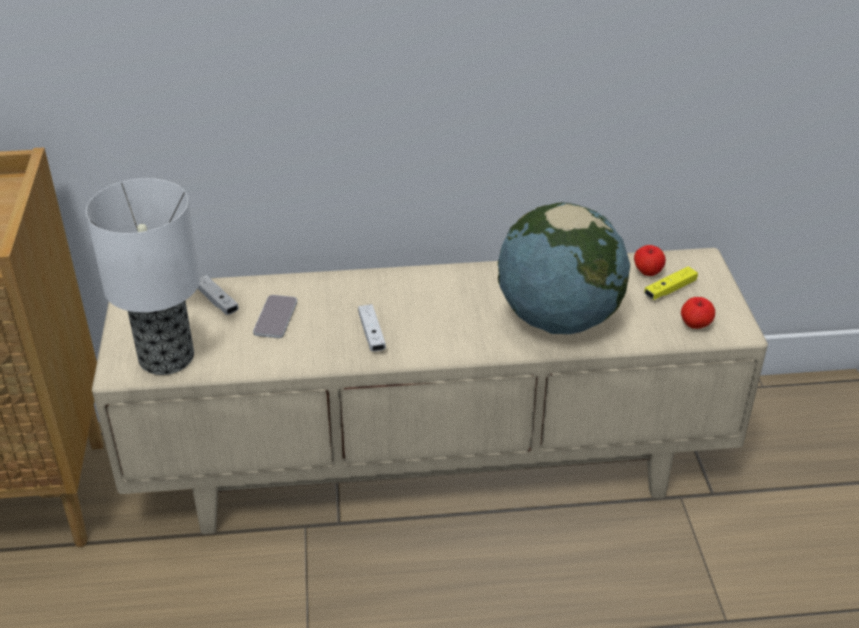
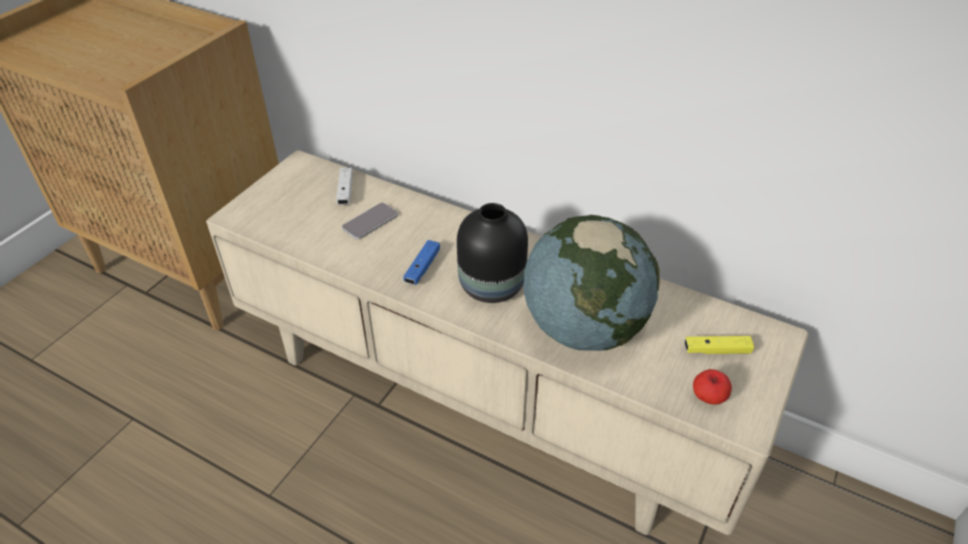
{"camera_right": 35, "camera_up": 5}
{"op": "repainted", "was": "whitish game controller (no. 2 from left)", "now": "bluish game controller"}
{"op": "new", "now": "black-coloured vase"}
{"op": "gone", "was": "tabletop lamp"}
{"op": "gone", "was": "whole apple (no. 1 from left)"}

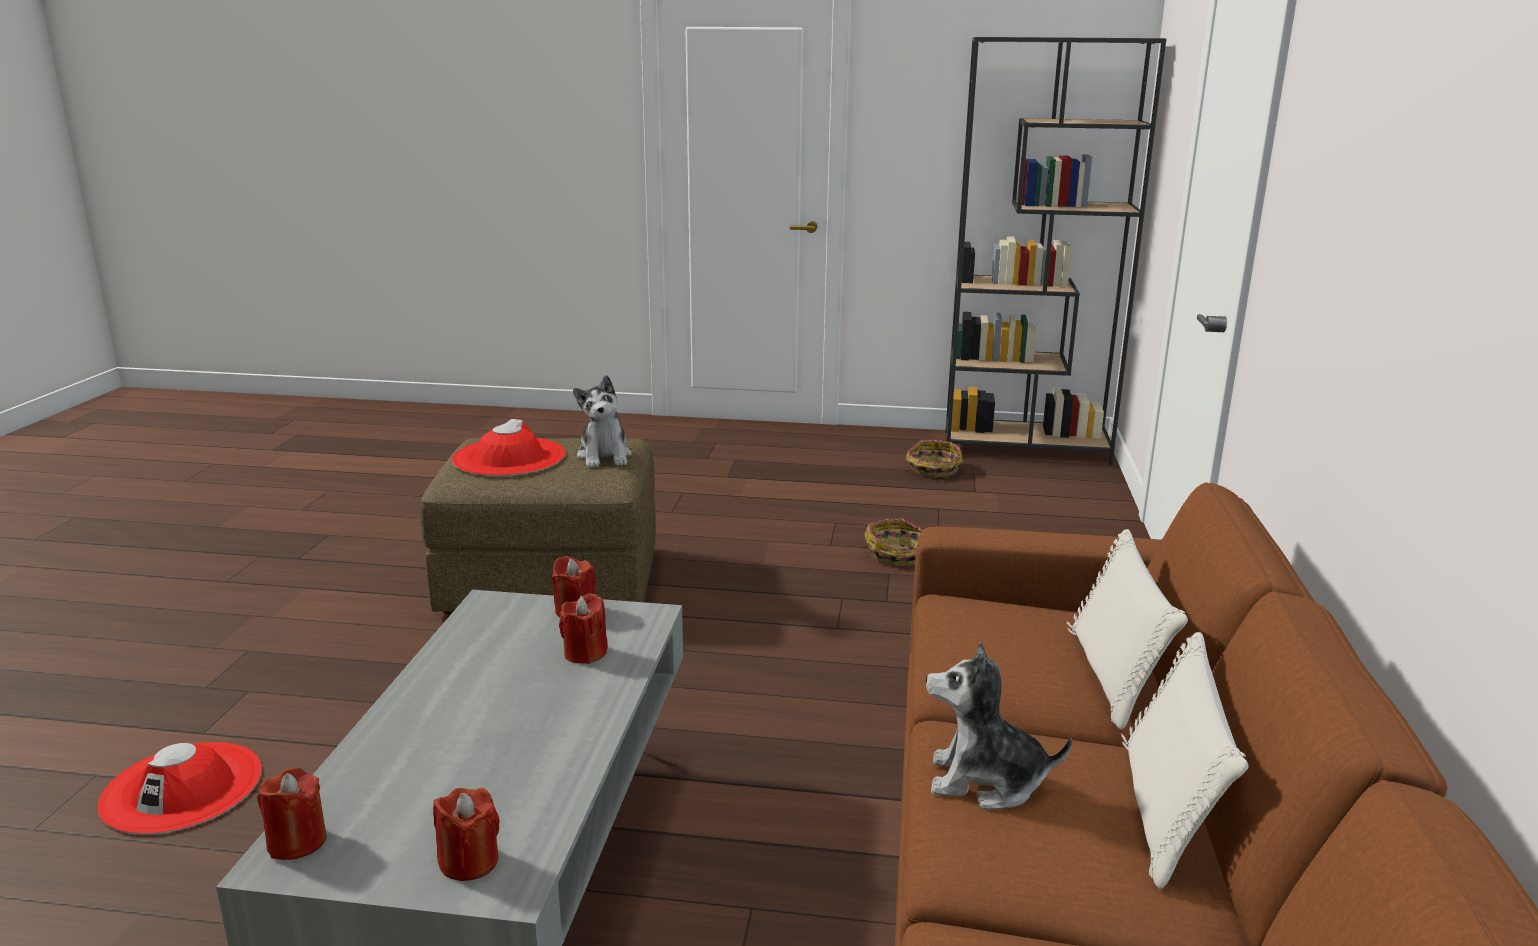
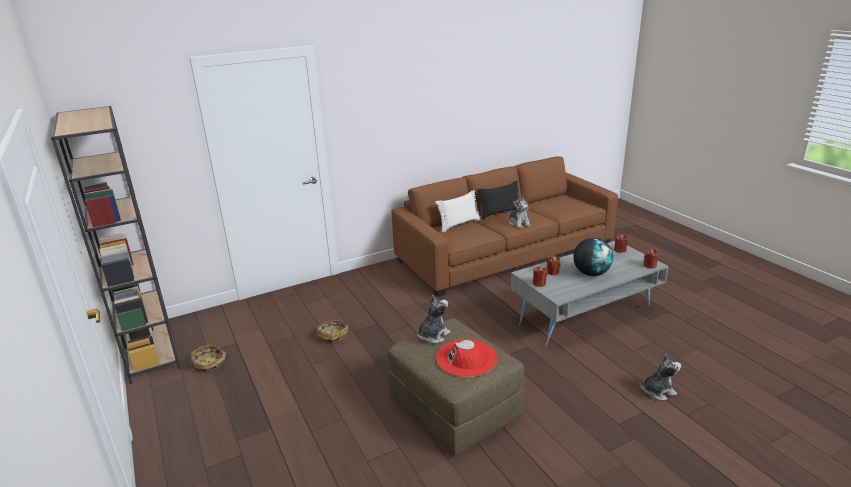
{"camera_right": -125, "camera_up": 5}
{"op": "repainted", "was": "whitish cushion (no. 2 from left)", "now": "black-coloured cushion"}
{"op": "new", "now": "world globe"}
{"op": "swapped", "was": "red clothing hat (no. 1 from left)", "now": "plush toy (no. 3 from left)"}

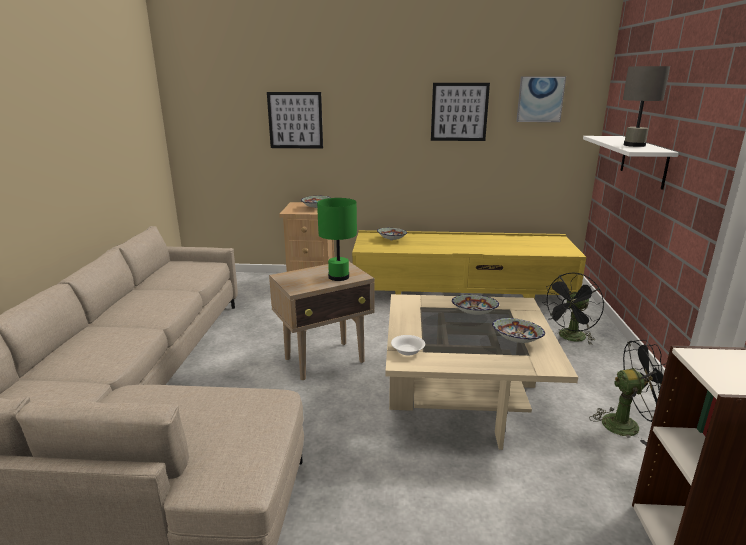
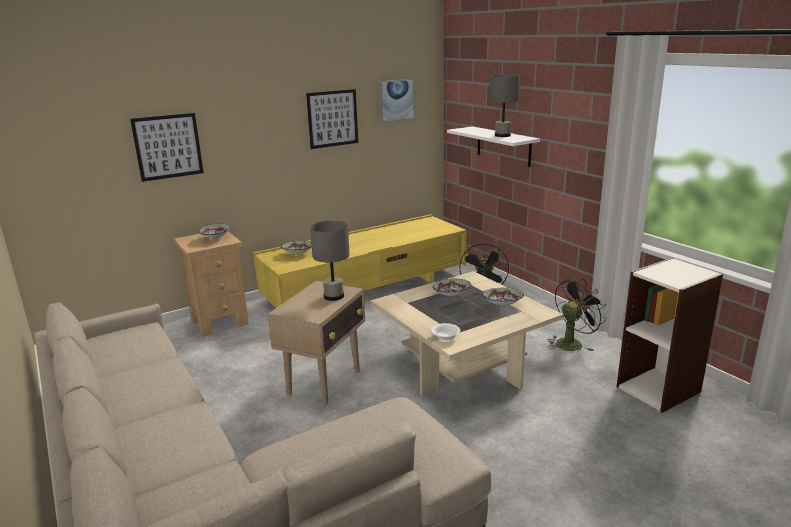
{"camera_right": -35, "camera_up": 0}
{"op": "repainted", "was": "green-coloured tabletop lamp", "now": "grey tabletop lamp (no. 1 from left)"}

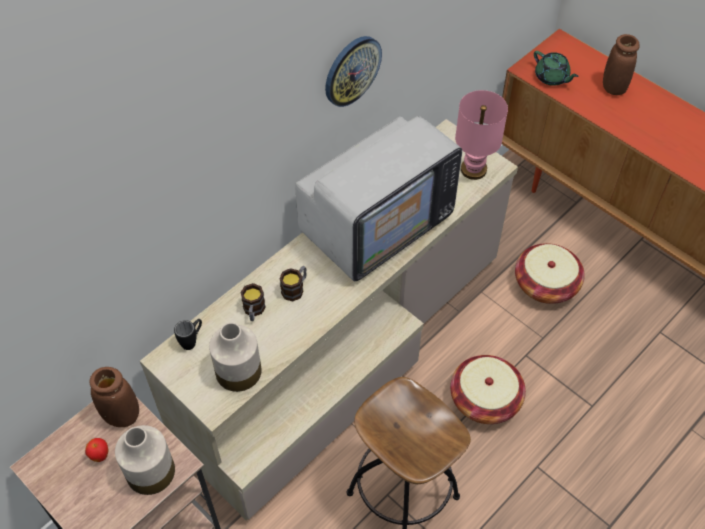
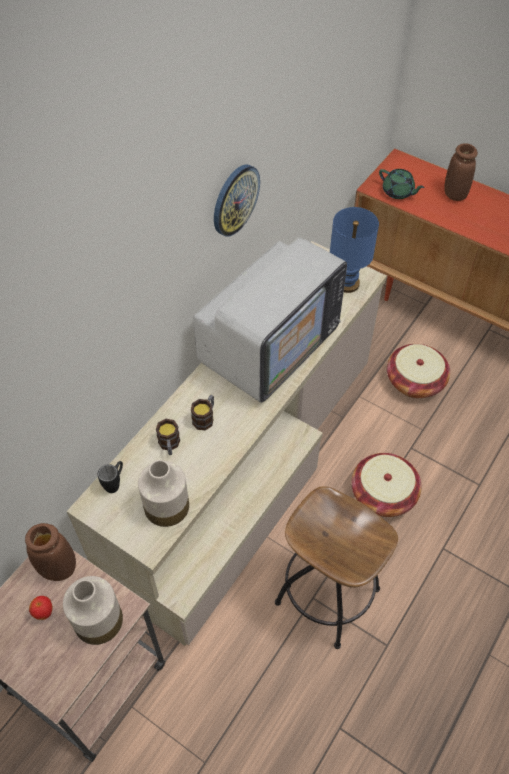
{"camera_right": -10, "camera_up": 0}
{"op": "repainted", "was": "pink-coloured tabletop lamp", "now": "bluish tabletop lamp"}

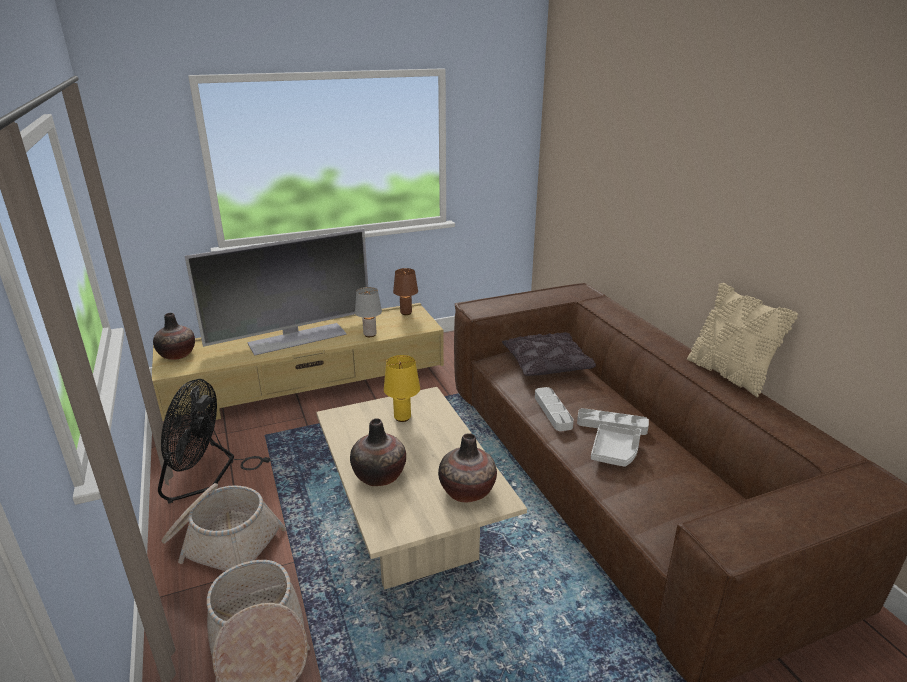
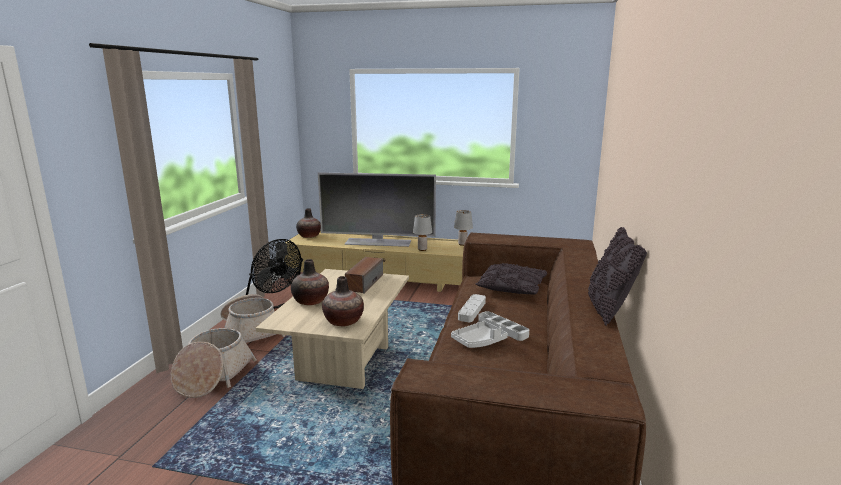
{"camera_right": 35, "camera_up": -10}
{"op": "swapped", "was": "yellow tabletop lamp", "now": "speaker"}
{"op": "repainted", "was": "brownish tabletop lamp", "now": "grey tabletop lamp (no. 2 from left)"}
{"op": "repainted", "was": "beige-coloured cushion", "now": "black-coloured cushion (no. 2 from left)"}

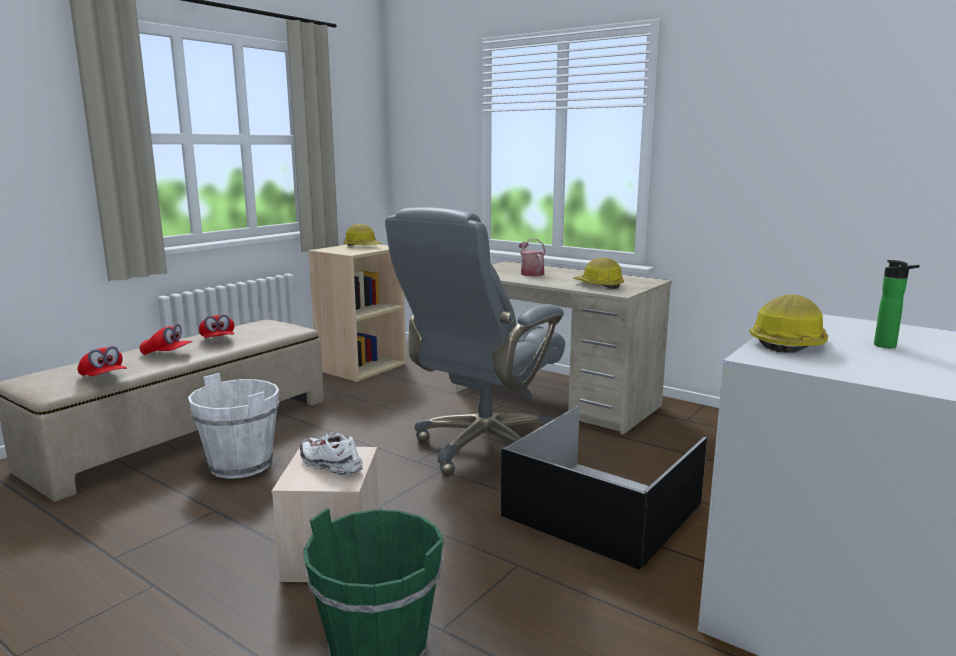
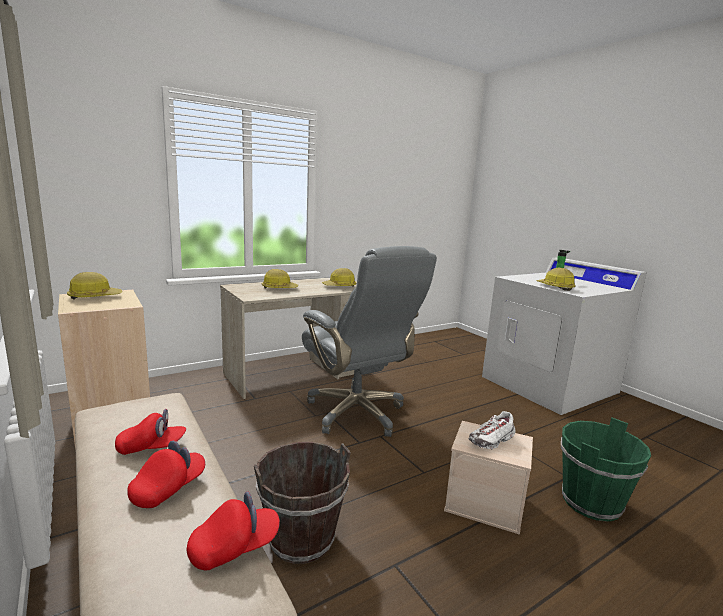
{"camera_right": -70, "camera_up": 0}
{"op": "repainted", "was": "whitish pail", "now": "brownish pail"}
{"op": "swapped", "was": "watering can", "now": "work helmet (no. 2 from left)"}
{"op": "gone", "was": "black-coloured storage container"}

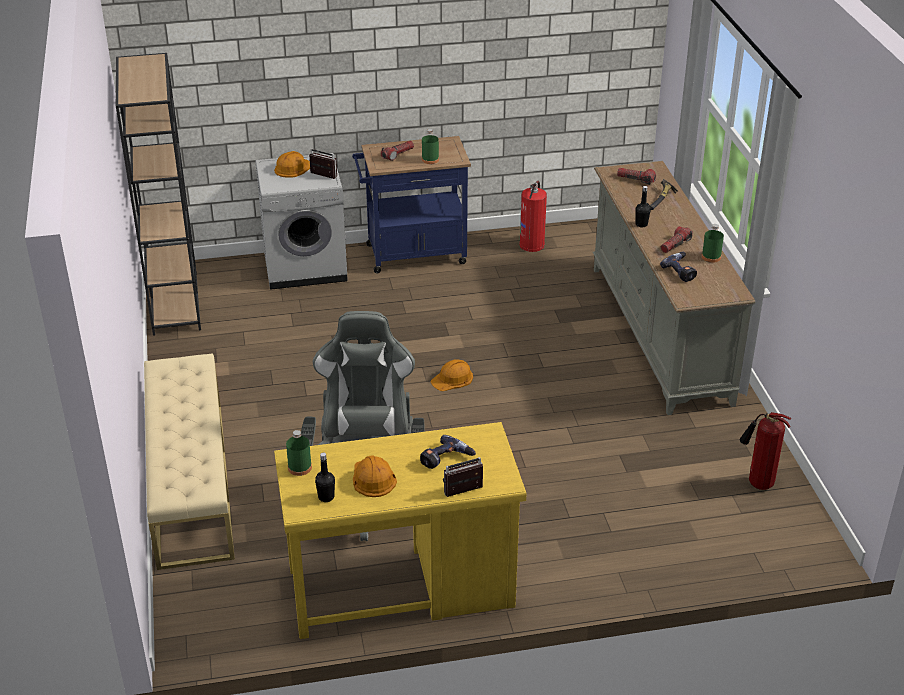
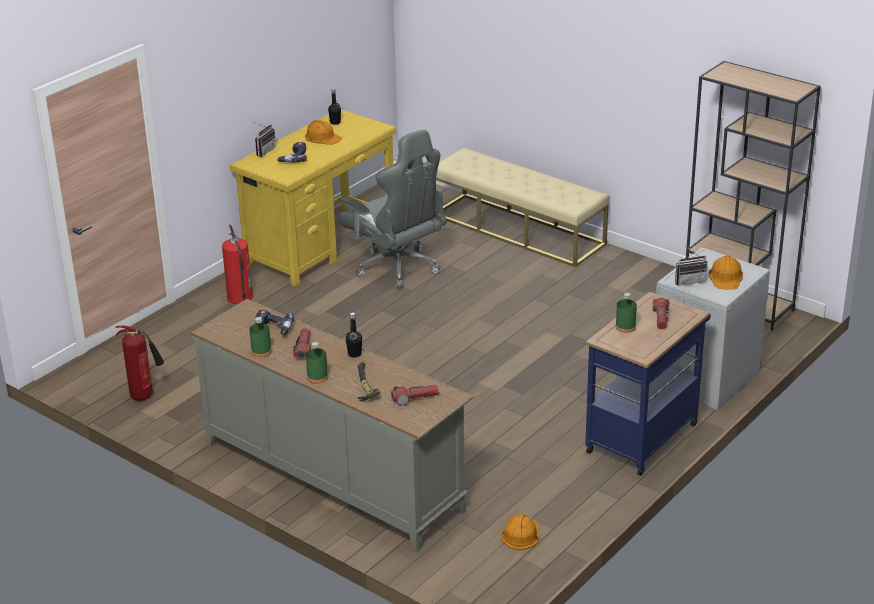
{"camera_right": 140, "camera_up": -5}
{"op": "shifted", "was": "fire extinguisher (no. 1 from left in the first image)", "now": "fire extinguisher (no. 2 from left)"}
{"op": "shifted", "was": "green-coloured beverage bottle (no. 1 from left in the first image)", "now": "green-coloured beverage bottle (no. 2 from left)"}
{"op": "shifted", "was": "orange work helmet (no. 3 from left in the first image)", "now": "orange work helmet (no. 2 from left)"}

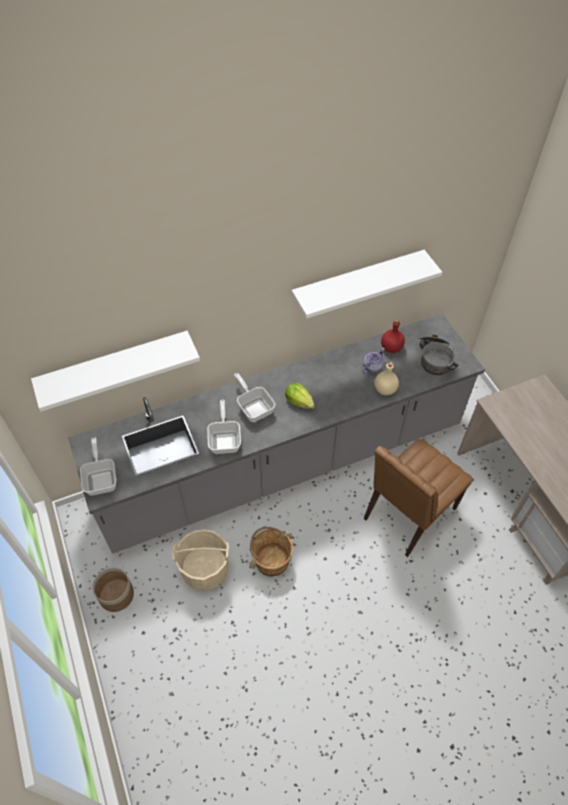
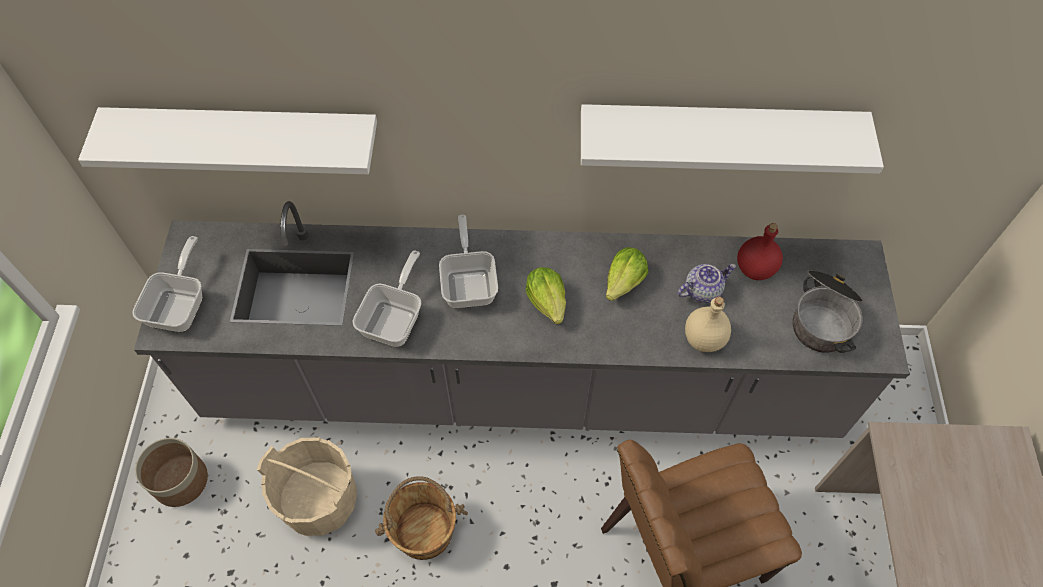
{"camera_right": 25, "camera_up": 5}
{"op": "new", "now": "head of lettuce (no. 2 from left)"}

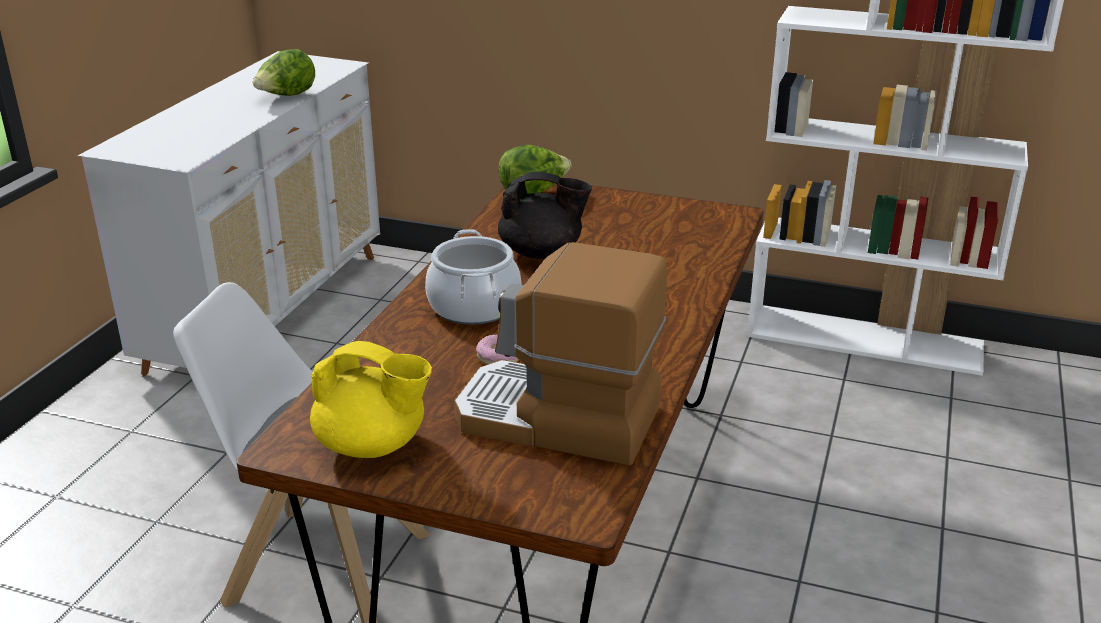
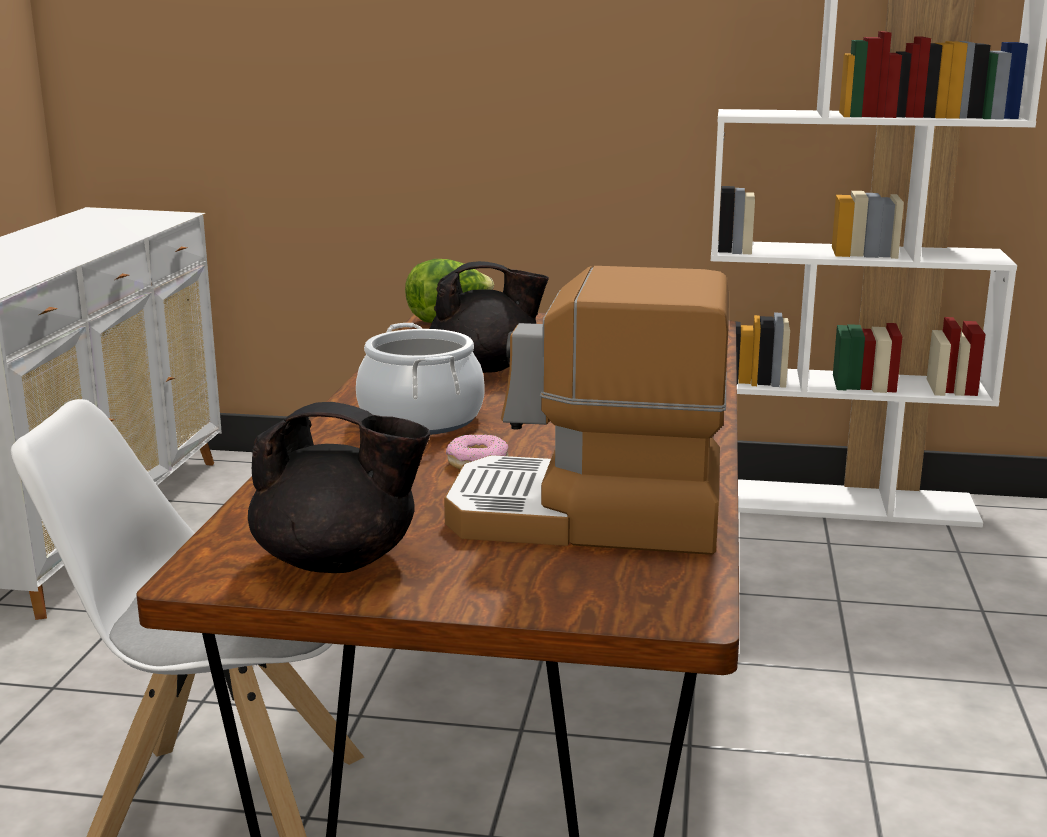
{"camera_right": -10, "camera_up": -10}
{"op": "repainted", "was": "yellow teapot", "now": "black-coloured teapot (no. 1 from left)"}
{"op": "gone", "was": "head of lettuce (no. 1 from left)"}

